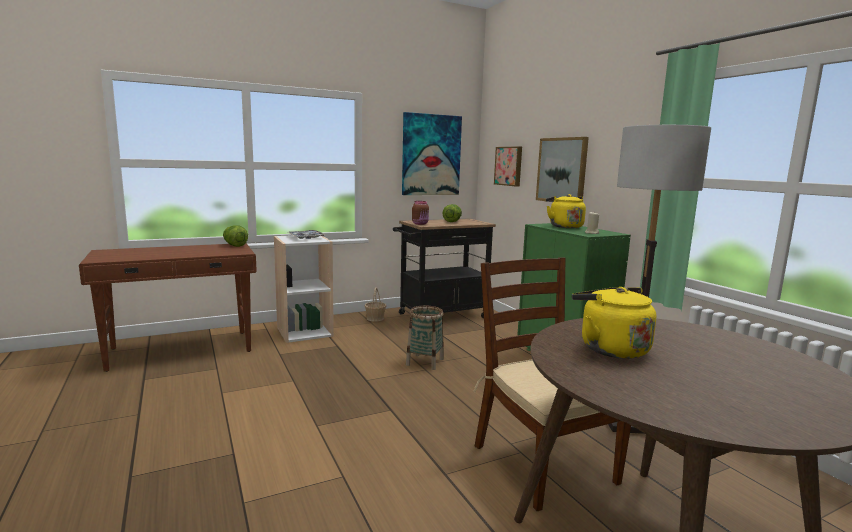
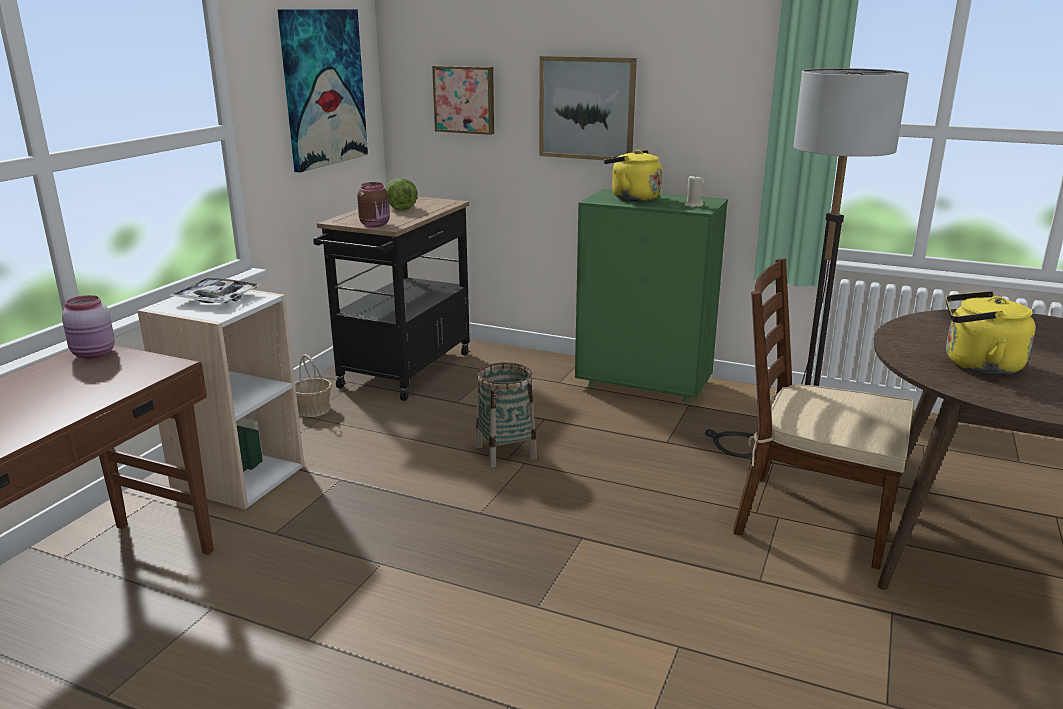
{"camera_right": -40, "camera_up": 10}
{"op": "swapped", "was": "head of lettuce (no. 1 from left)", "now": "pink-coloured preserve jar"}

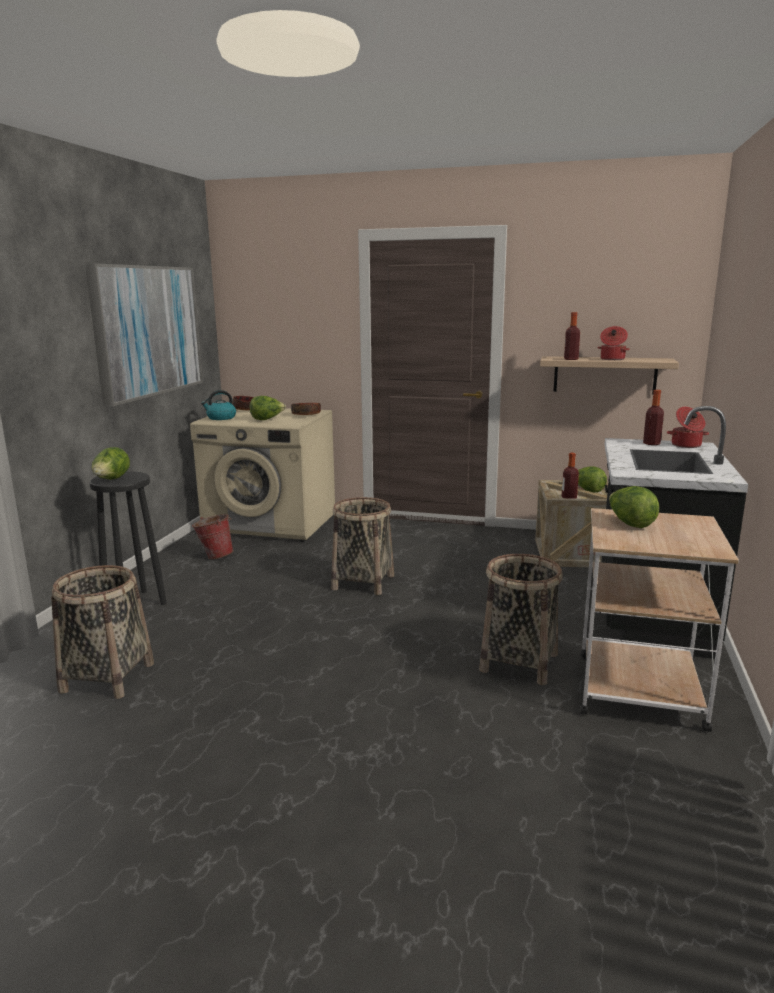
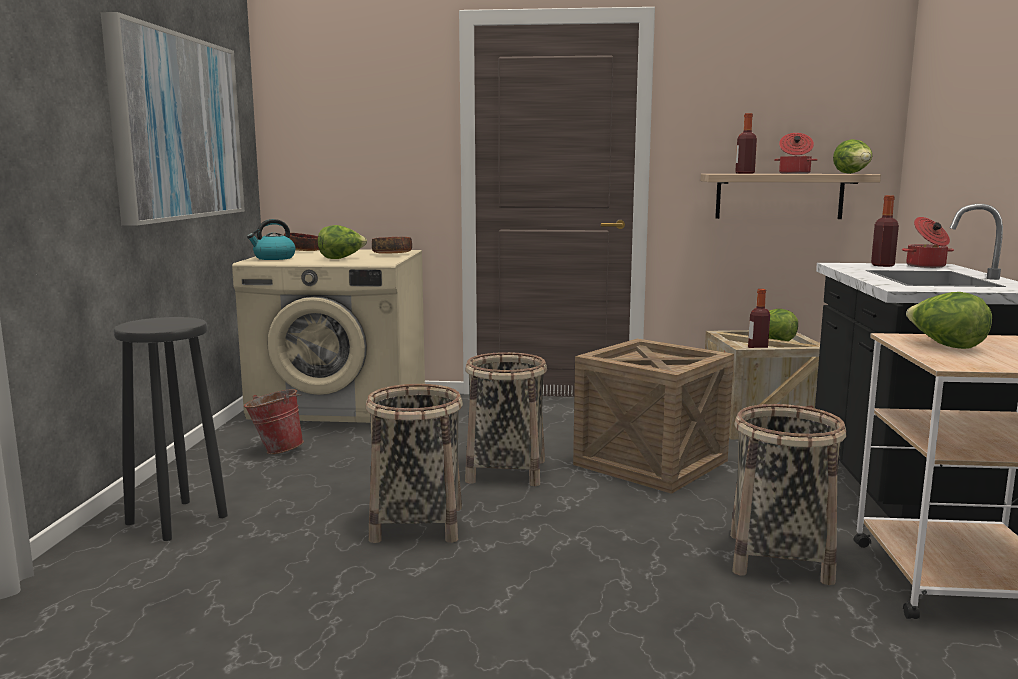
{"camera_right": -10, "camera_up": -5}
{"op": "shifted", "was": "household basket (no. 1 from left)"}
{"op": "new", "now": "shipping crate (no. 1 from left)"}
{"op": "shifted", "was": "head of lettuce (no. 1 from left in the first image)", "now": "head of lettuce (no. 3 from left)"}

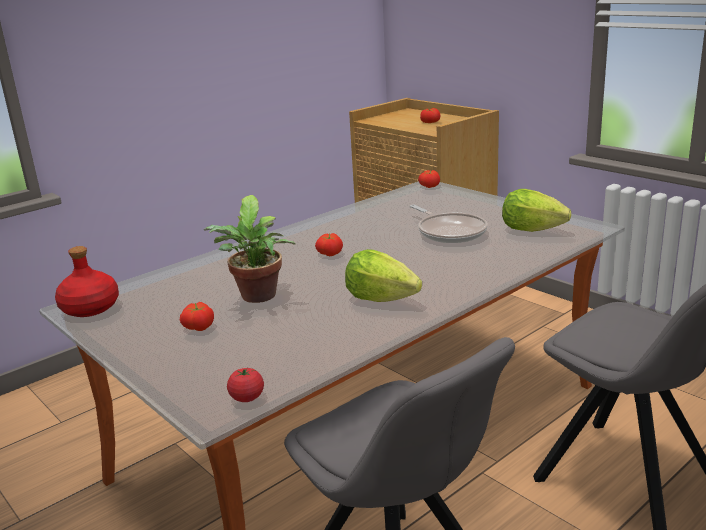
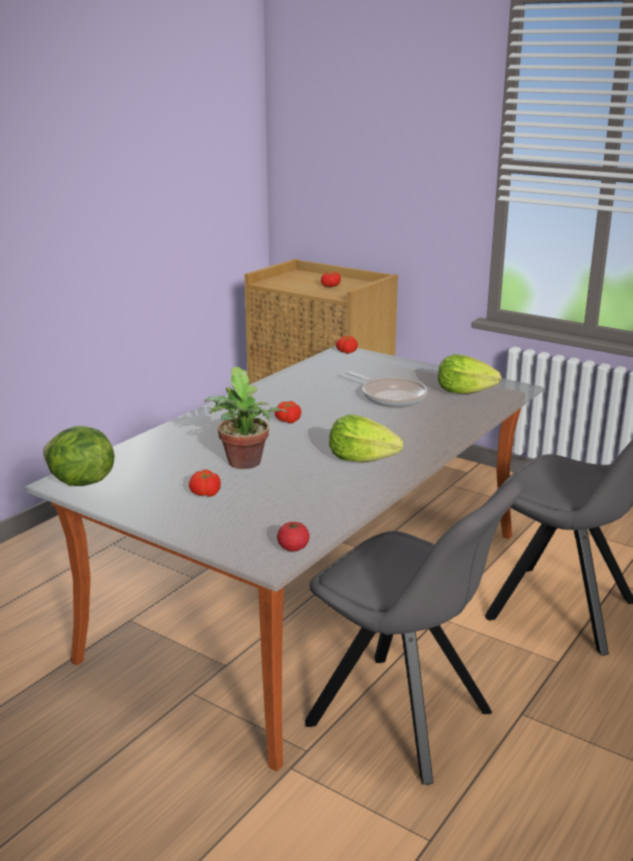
{"camera_right": -15, "camera_up": 0}
{"op": "swapped", "was": "red beverage bottle", "now": "head of lettuce (no. 1 from left)"}

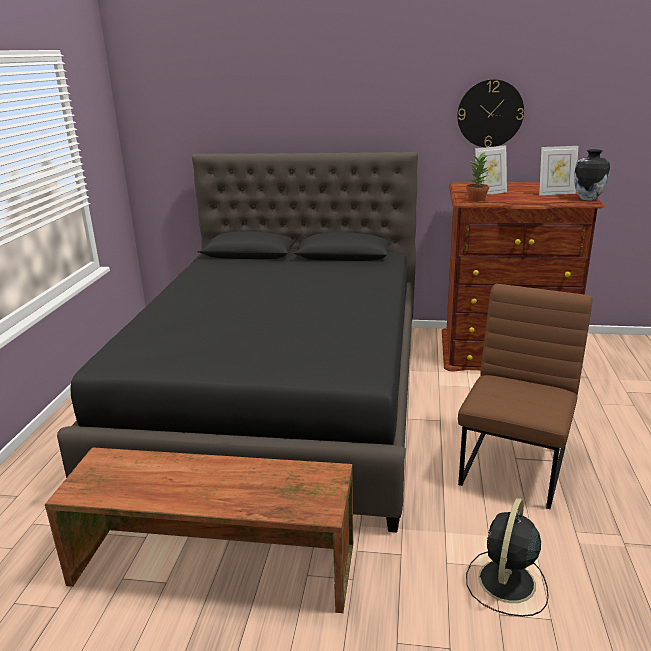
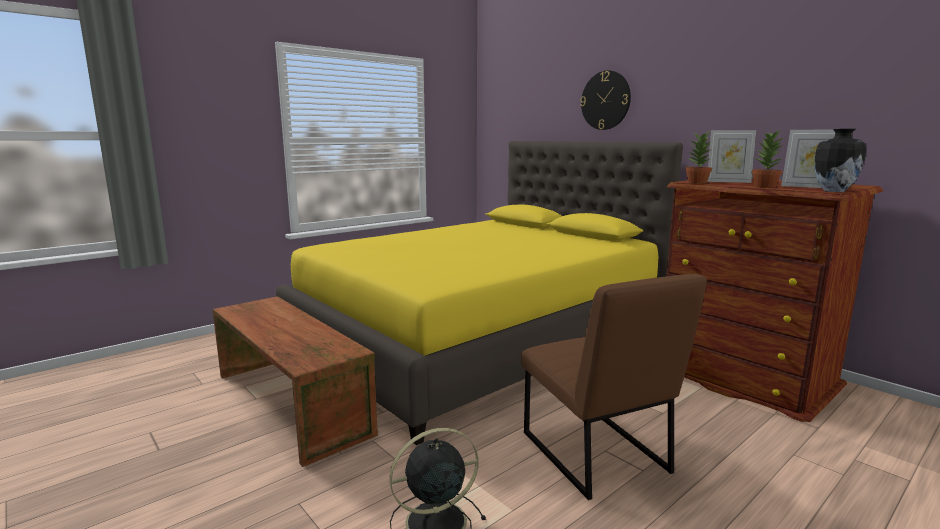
{"camera_right": 40, "camera_up": -10}
{"op": "repainted", "was": "black-coloured bedroom bed", "now": "yellow bedroom bed"}
{"op": "rotated", "was": "brownish chair", "clockwise": 90}
{"op": "shifted", "was": "clock on the wall"}
{"op": "new", "now": "houseplant (no. 2 from left)"}

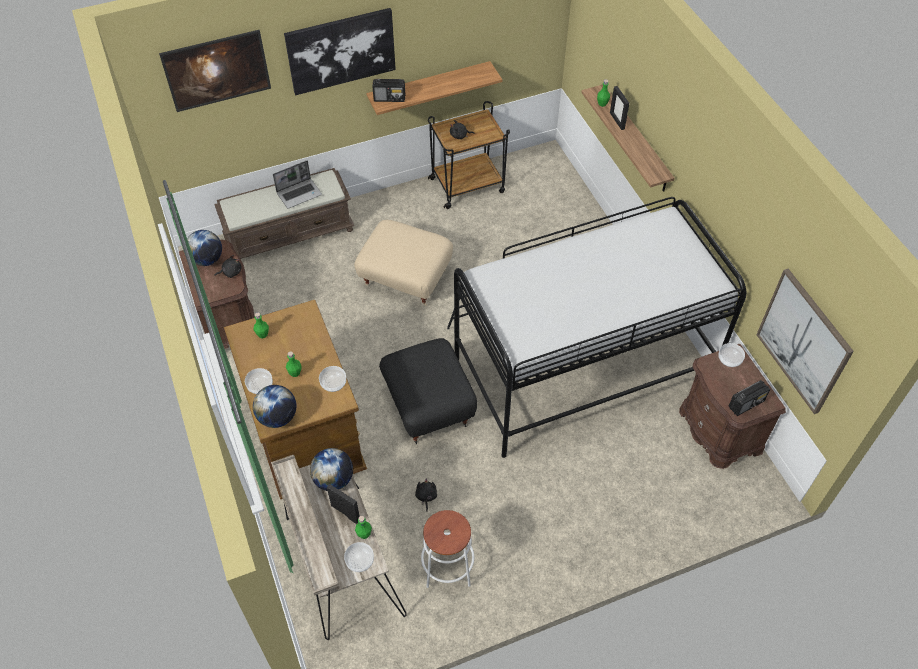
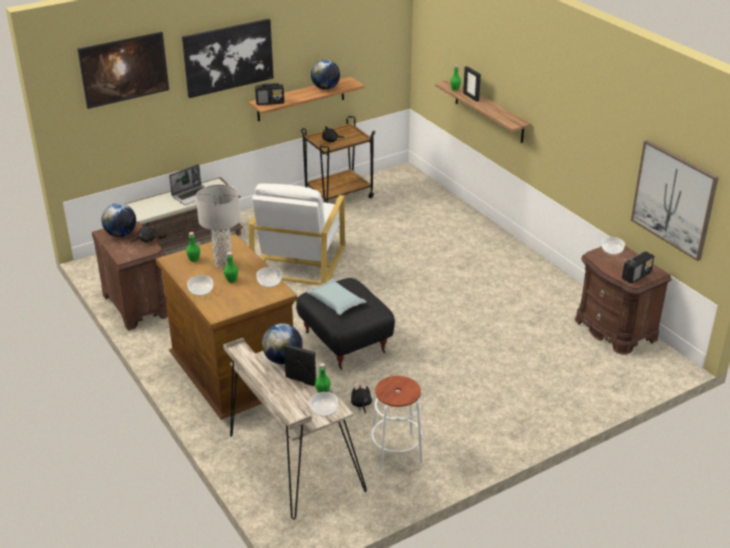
{"camera_right": -10, "camera_up": -20}
{"op": "new", "now": "whitish tabletop lamp"}
{"op": "swapped", "was": "beige-coloured footrest", "now": "whitish armchair"}
{"op": "new", "now": "bluish cushion"}
{"op": "shifted", "was": "world globe (no. 2 from left in the first image)", "now": "world globe (no. 3 from left)"}
{"op": "gone", "was": "black-coloured bedroom bed"}

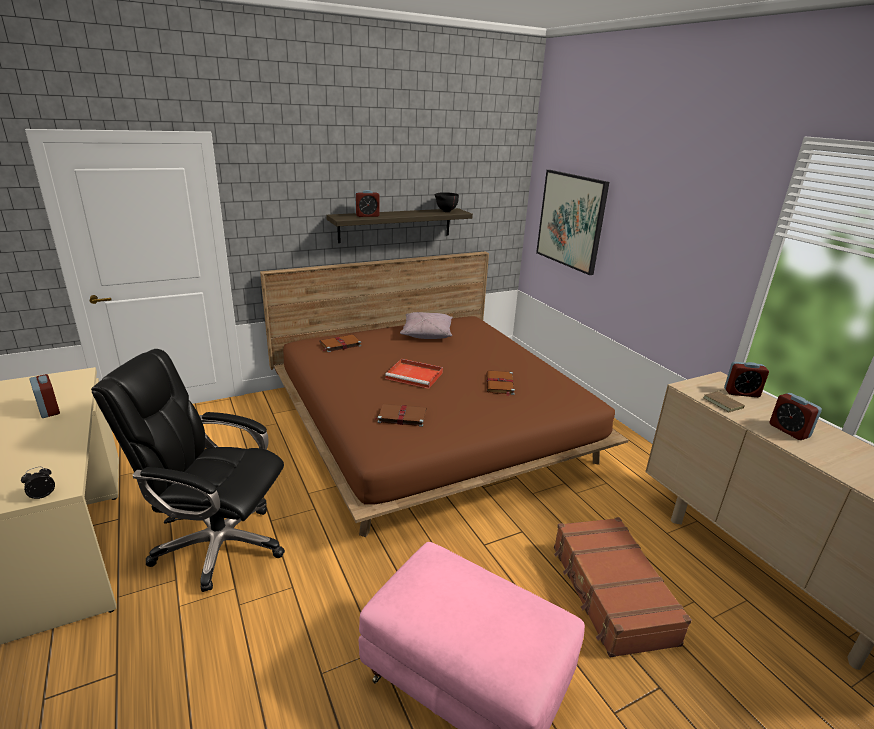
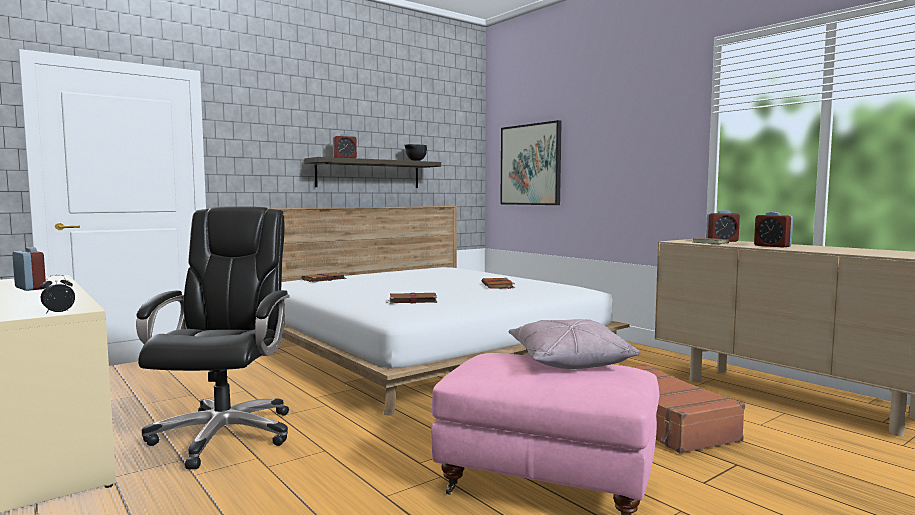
{"camera_right": -10, "camera_up": -20}
{"op": "rotated", "was": "black-coloured computer chair", "clockwise": 90}
{"op": "repainted", "was": "brownish bedroom bed", "now": "whitish bedroom bed"}
{"op": "shifted", "was": "purple-coloured cushion"}
{"op": "gone", "was": "red serving tray"}

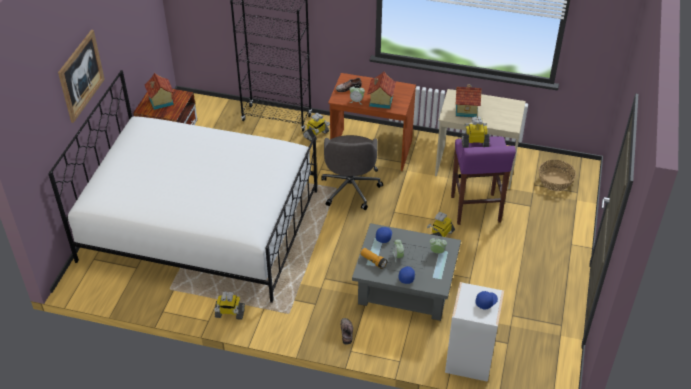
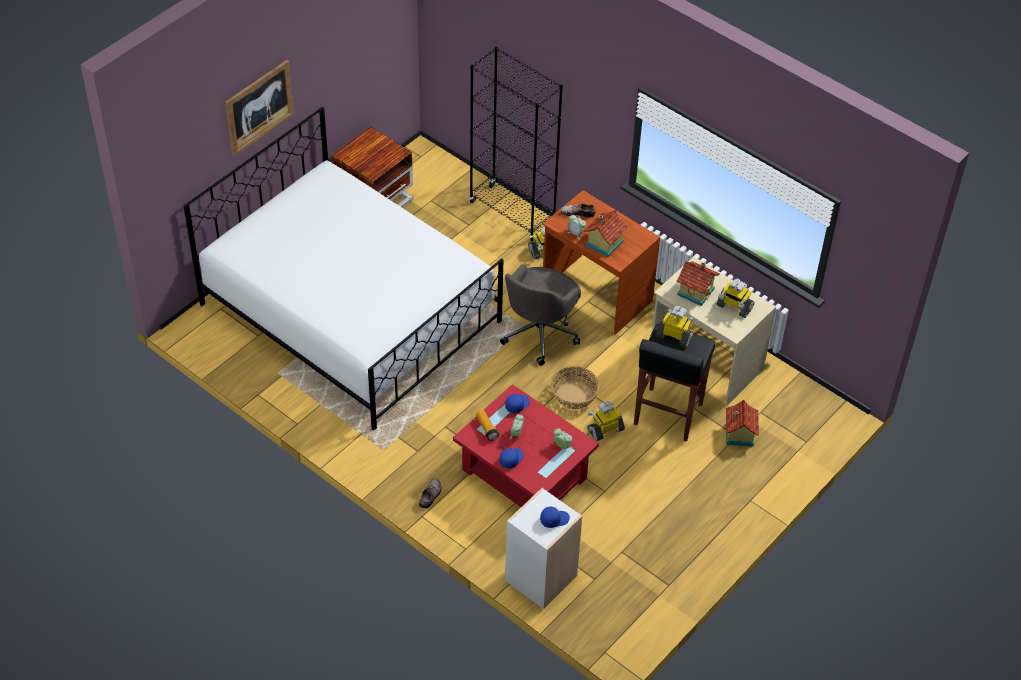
{"camera_right": 25, "camera_up": 5}
{"op": "repainted", "was": "grey lounge table", "now": "red lounge table"}
{"op": "shifted", "was": "household basket"}
{"op": "repainted", "was": "purple-coloured stool seat", "now": "black-coloured stool seat"}
{"op": "shifted", "was": "model robot (no. 1 from left in the first image)", "now": "model robot (no. 4 from left)"}
{"op": "shifted", "was": "miniature house (no. 1 from left in the first image)", "now": "miniature house (no. 3 from left)"}

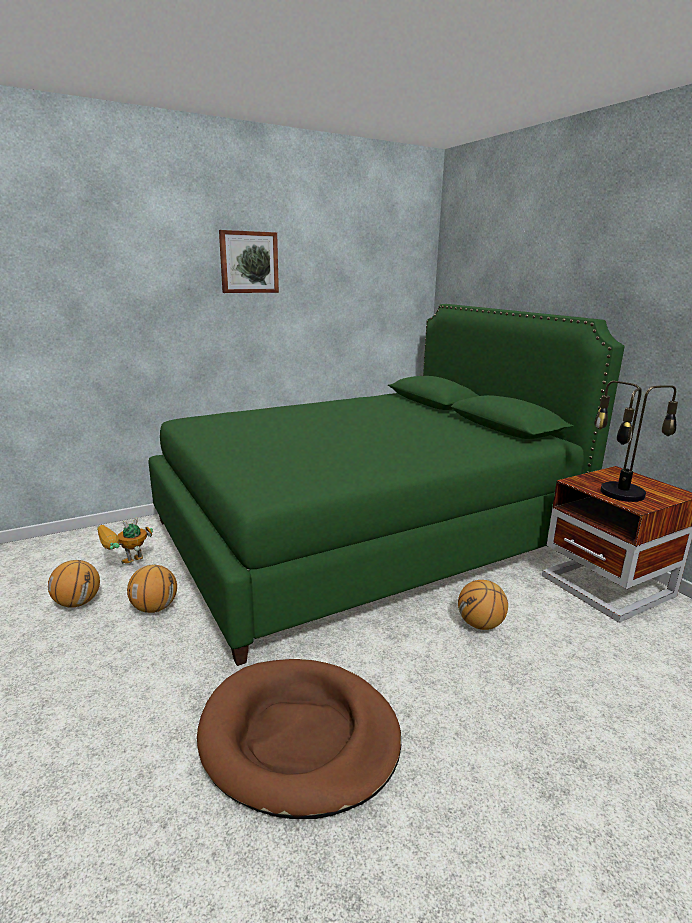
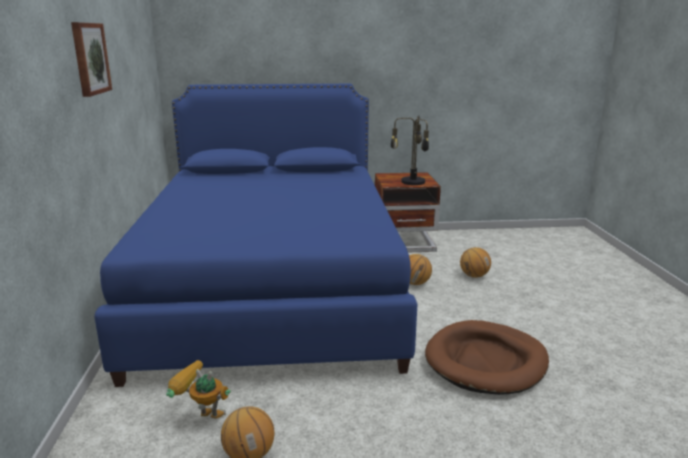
{"camera_right": -65, "camera_up": 0}
{"op": "repainted", "was": "green-coloured bedroom bed", "now": "bluish bedroom bed"}
{"op": "rotated", "was": "model robot", "clockwise": 120}
{"op": "shifted", "was": "ball for basketball (no. 2 from left in the first image)", "now": "ball for basketball (no. 3 from left)"}

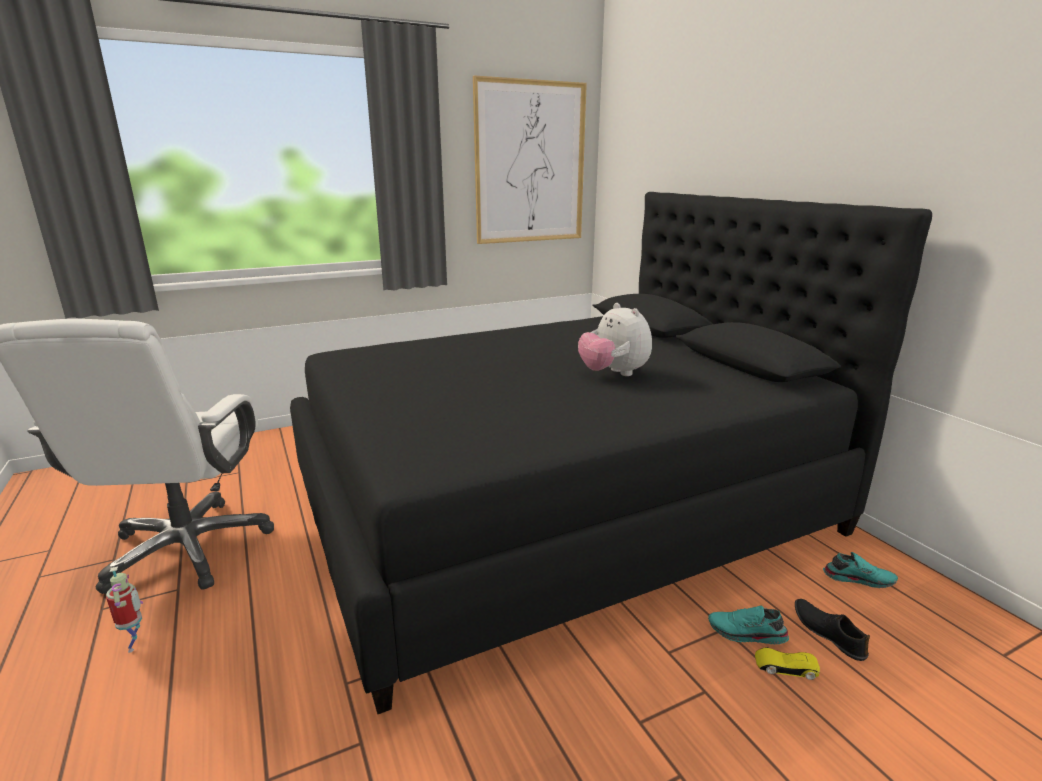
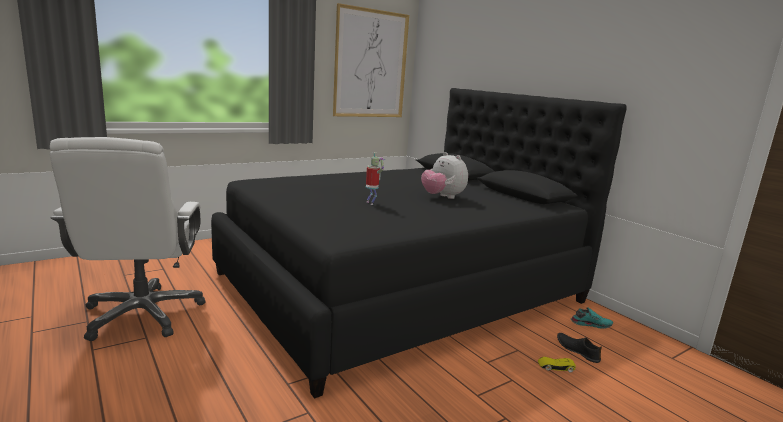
{"camera_right": -10, "camera_up": -5}
{"op": "shifted", "was": "model robot"}
{"op": "gone", "was": "turquoise shoe (no. 1 from left)"}

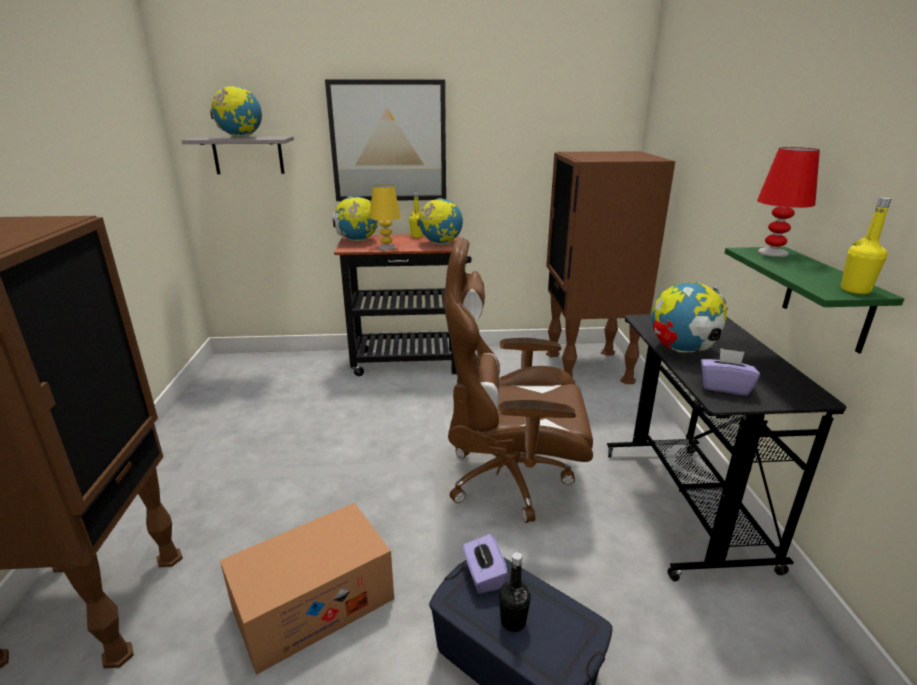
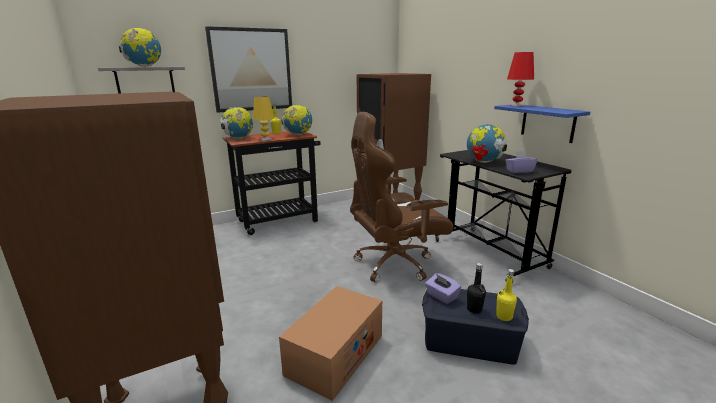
{"camera_right": -25, "camera_up": -5}
{"op": "repainted", "was": "green-coloured shelf", "now": "bluish shelf"}
{"op": "shifted", "was": "yellow beverage bottle (no. 2 from left)"}

